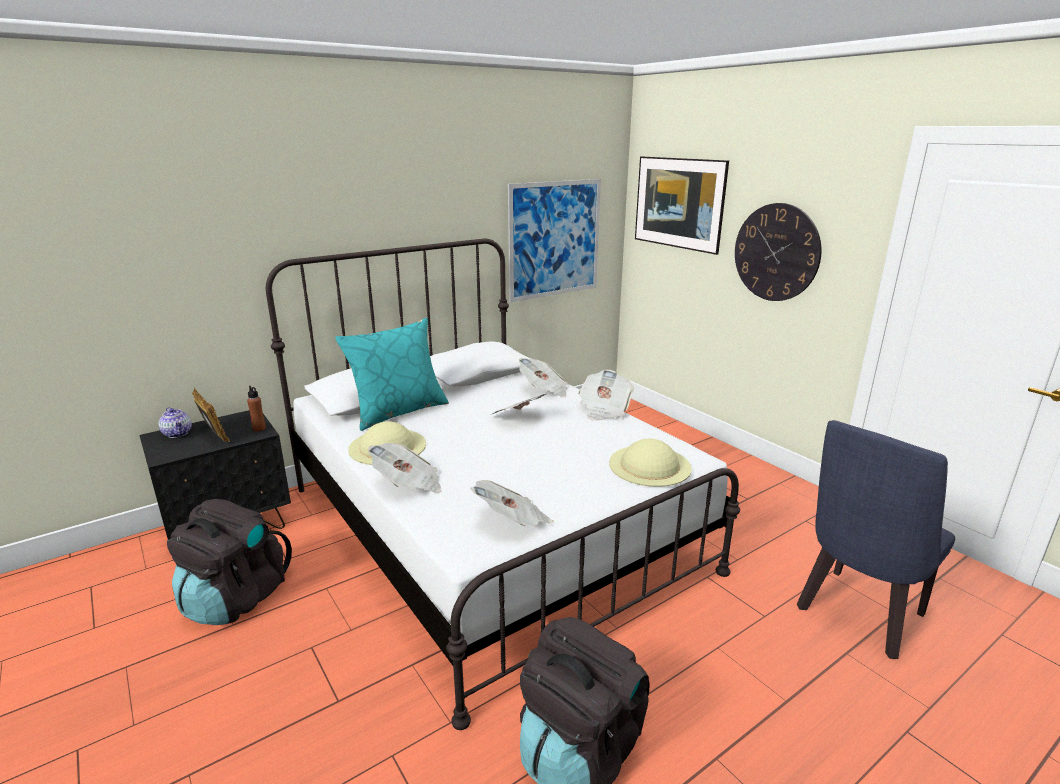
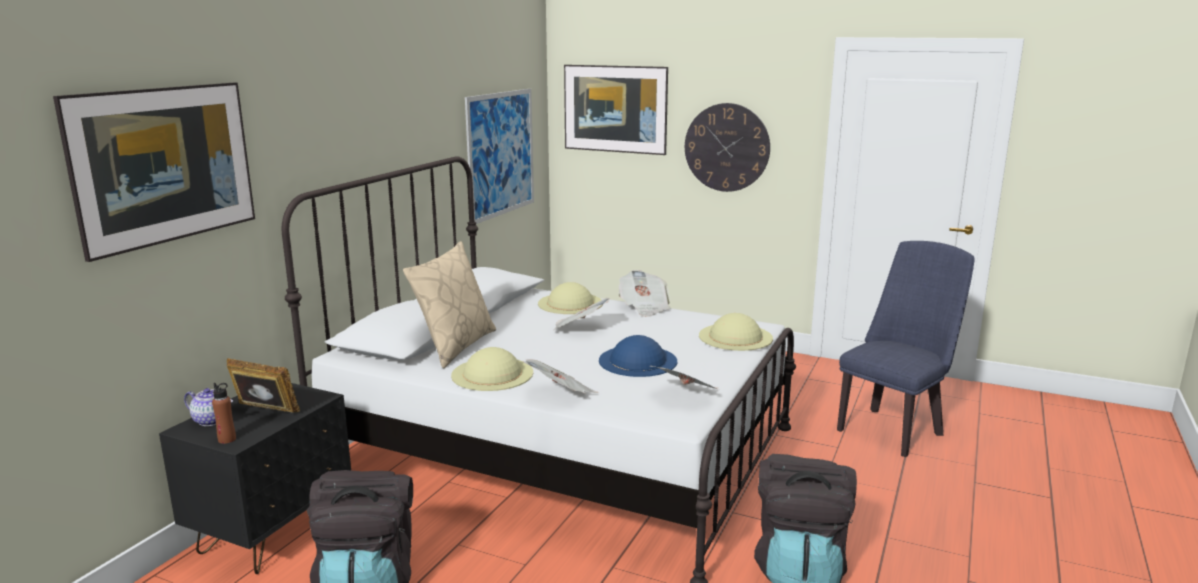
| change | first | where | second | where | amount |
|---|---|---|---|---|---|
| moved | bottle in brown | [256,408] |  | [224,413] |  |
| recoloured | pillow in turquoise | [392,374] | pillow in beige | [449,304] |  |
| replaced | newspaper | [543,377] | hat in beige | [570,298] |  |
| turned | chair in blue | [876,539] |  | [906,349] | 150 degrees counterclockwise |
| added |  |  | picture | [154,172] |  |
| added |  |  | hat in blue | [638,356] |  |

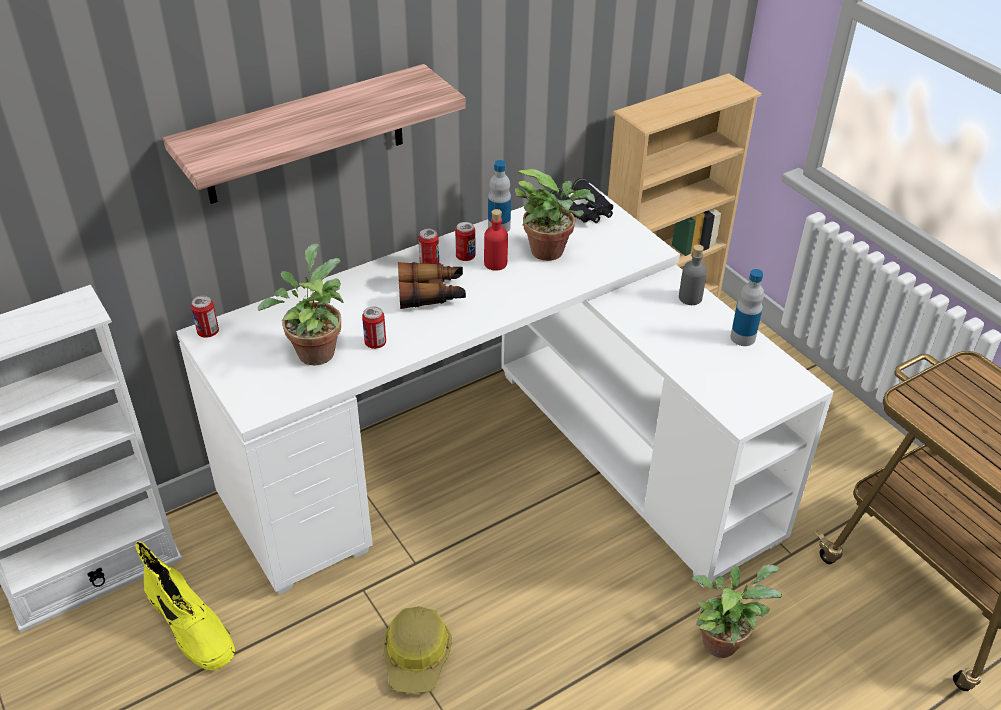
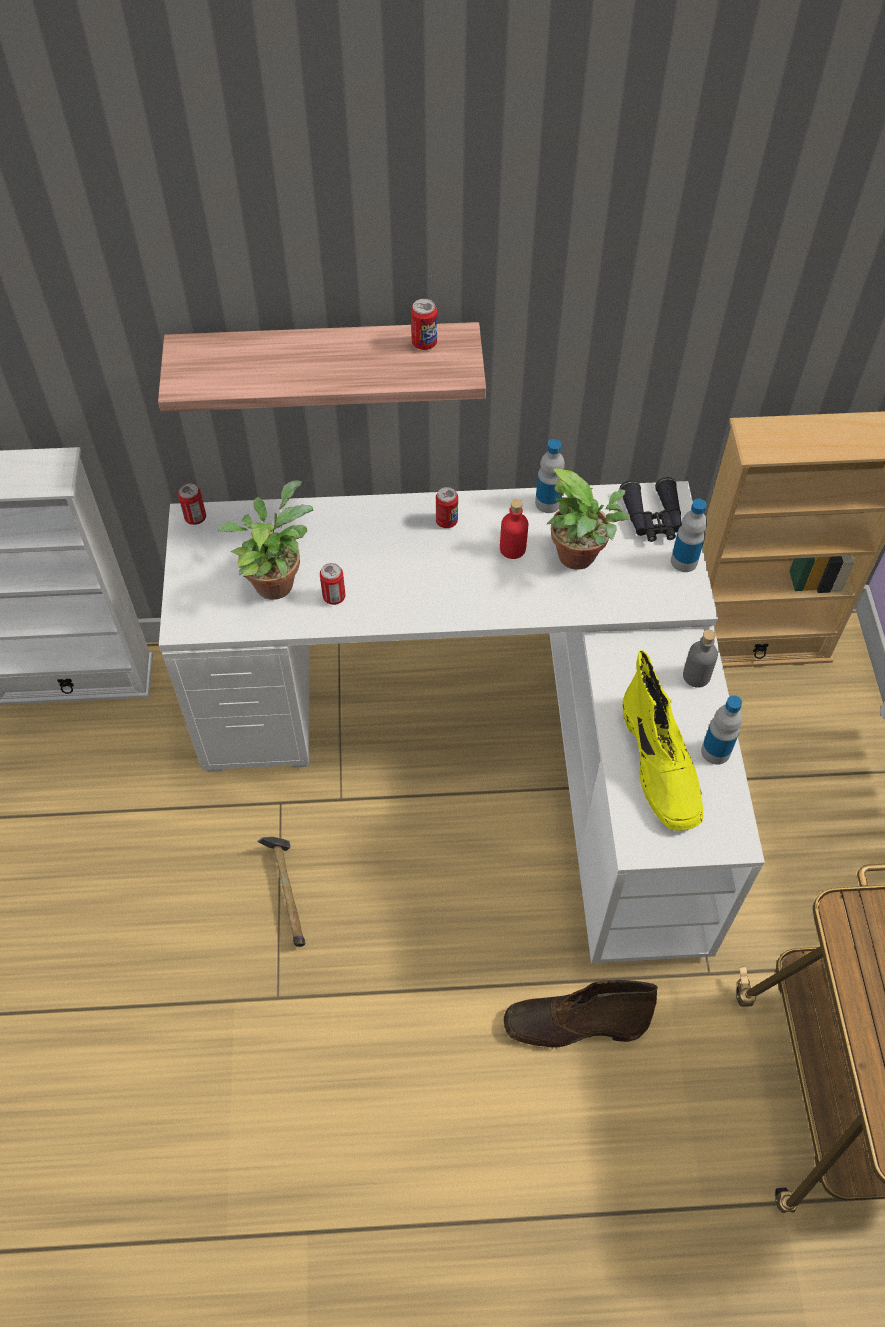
| change | first | where | second | where | amount |
|---|---|---|---|---|---|
| moved | boot in yellow | [185,606] |  | [663,740] |  |
| replaced | hard hat | [417,650] | hammer | [281,892] |  |
| removed | binoculars | [432,285] |  |  |  |
| moved | can | [465,241] |  | [424,324] |  |
| replaced | potted plant | [737,611] | boot in brown | [581,1014] |  |
| added |  |  | bottle | [689,535] |  |

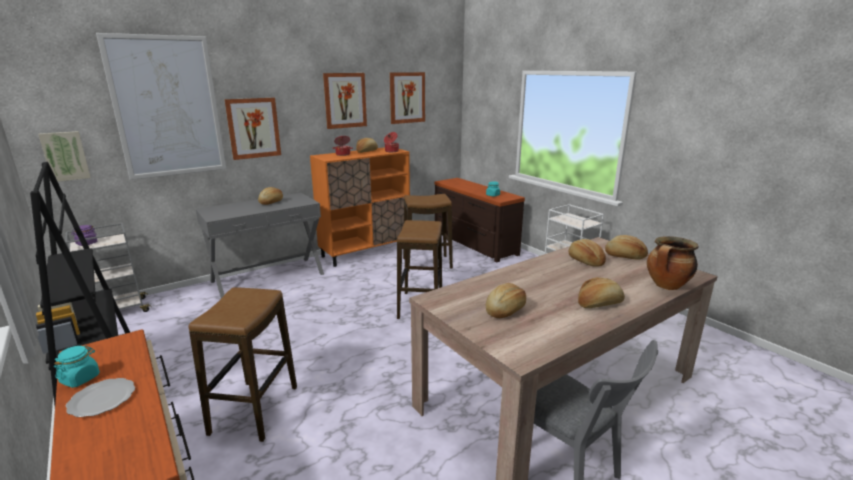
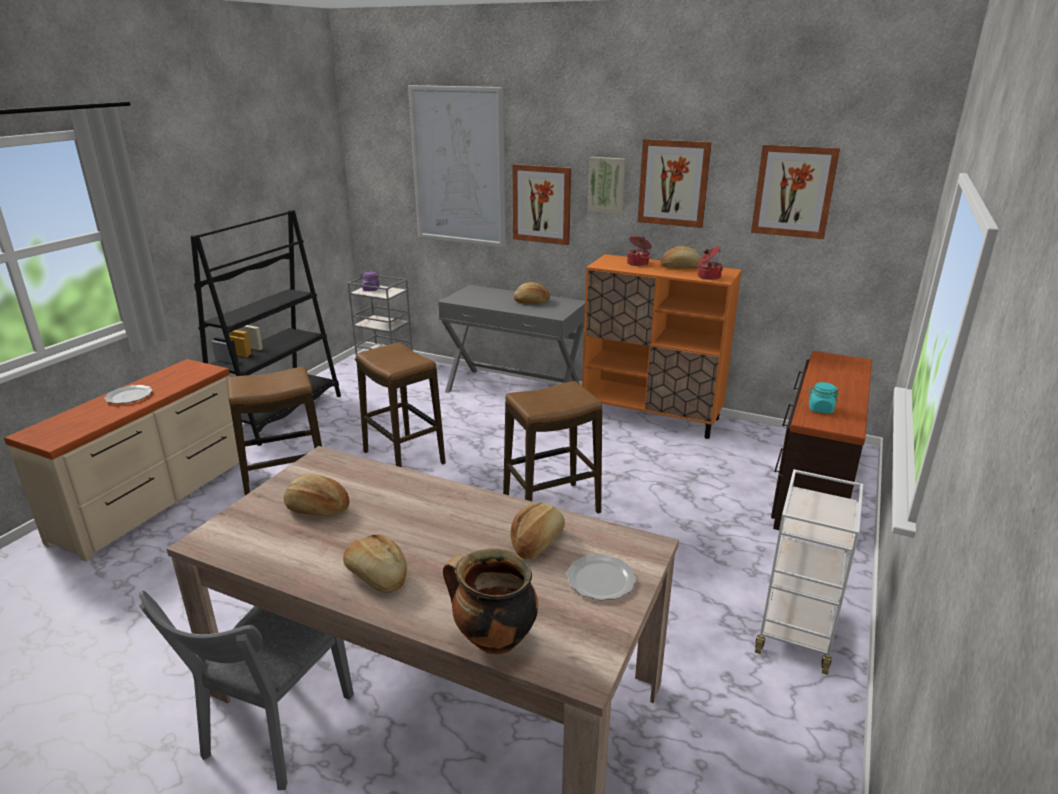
| change | first | where | second | where | amount |
|---|---|---|---|---|---|
| moved | picture | [64,156] |  | [607,185] |  |
| removed | jar in turquoise | [77,367] |  |  |  |
| moved | stool | [428,233] |  | [401,404] |  |
| replaced | bread | [626,247] | plate | [601,577] |  |

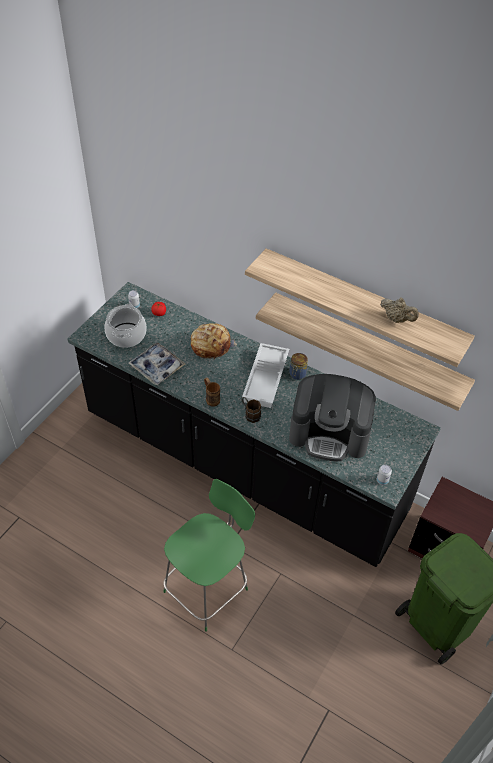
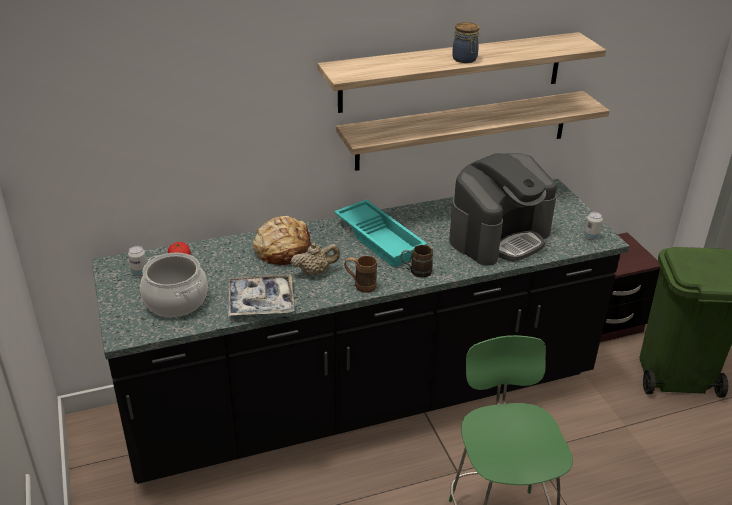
| change | first | where | second | where | amount |
|---|---|---|---|---|---|
| recoloured | tray in white | [265,375] | tray in turquoise | [380,233] |  |
| moved | jar | [298,366] |  | [465,42] |  |
| moved | teapot in beige | [399,310] |  | [315,259] |  |

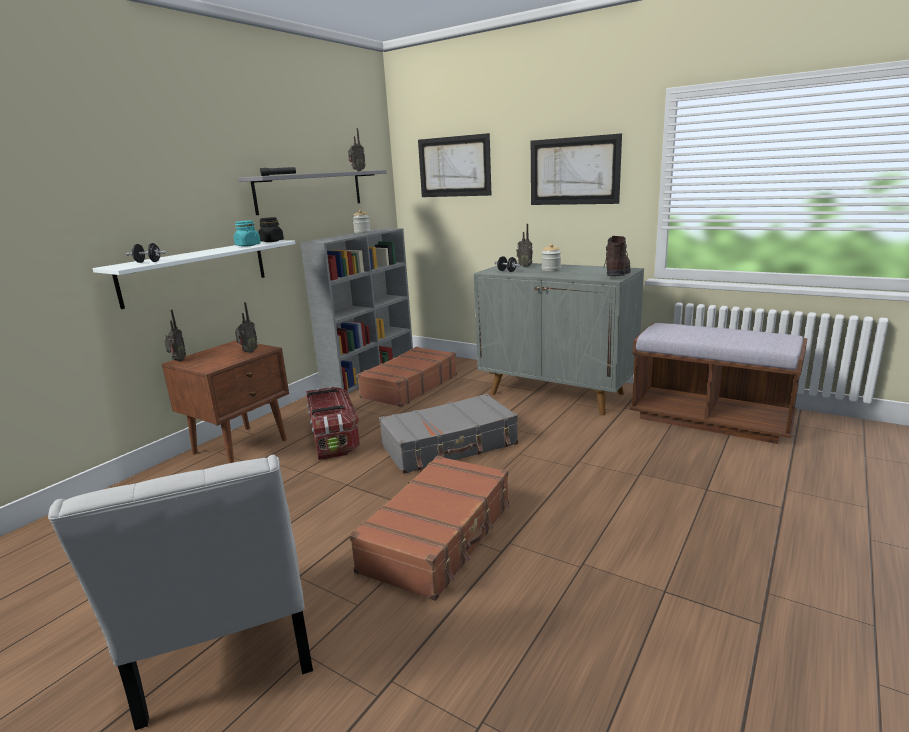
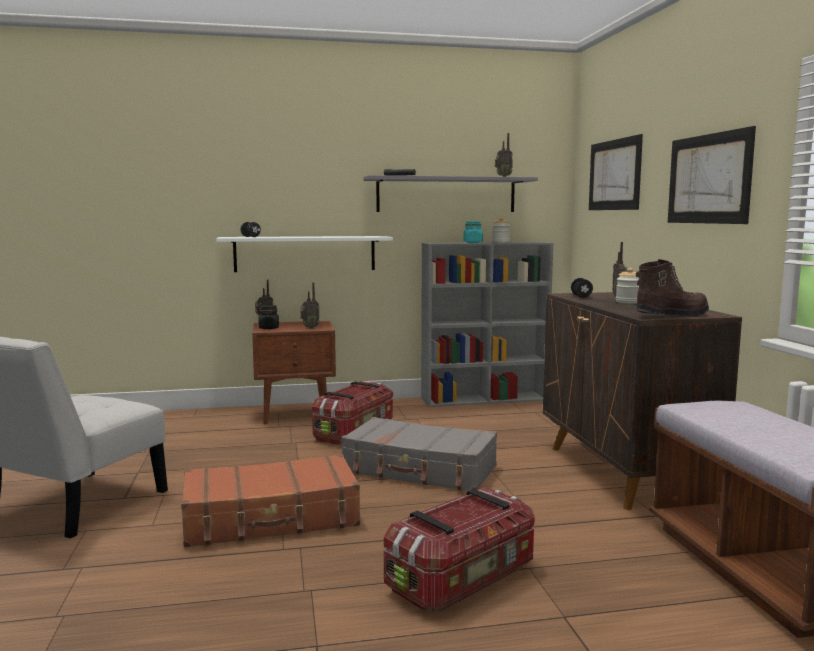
| change | first | where | second | where | amount |
|---|---|---|---|---|---|
| moved | jar in turquoise | [247,233] |  | [473,232] |  |
| moved | jar in black | [271,229] |  | [269,317] |  |
| removed | suitcase in brown | [407,377] |  |  |  |
| recoloured | cabinet in grey | [559,338] | cabinet in brown | [642,401] |  |
| added |  |  | storage box | [459,549] |  |

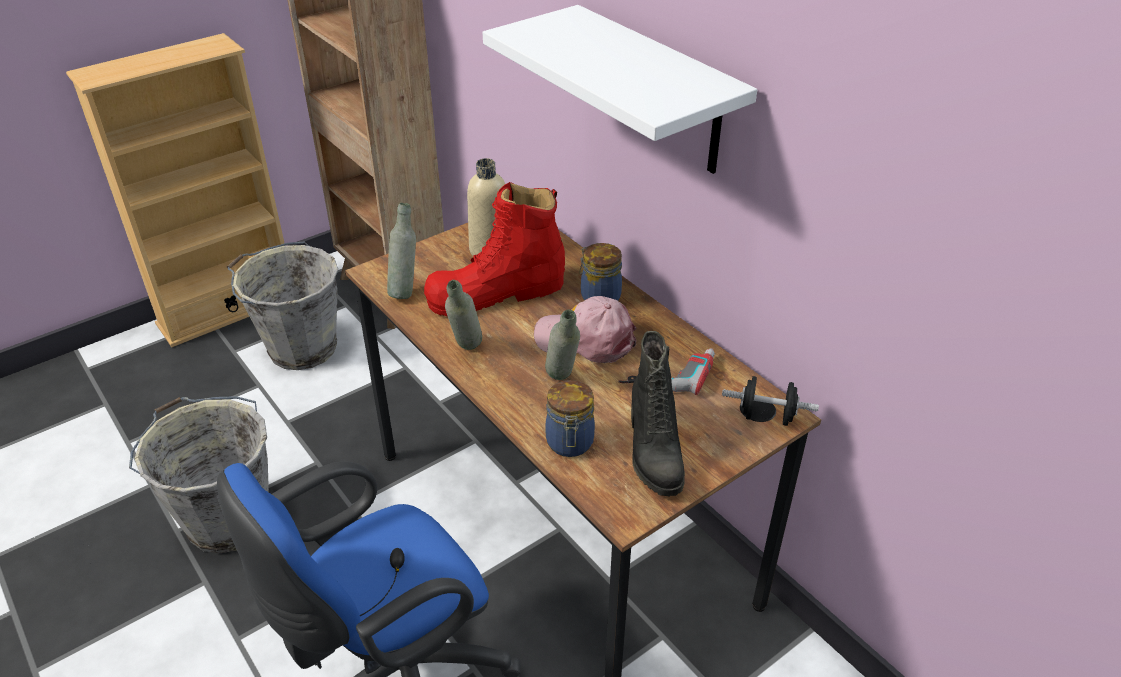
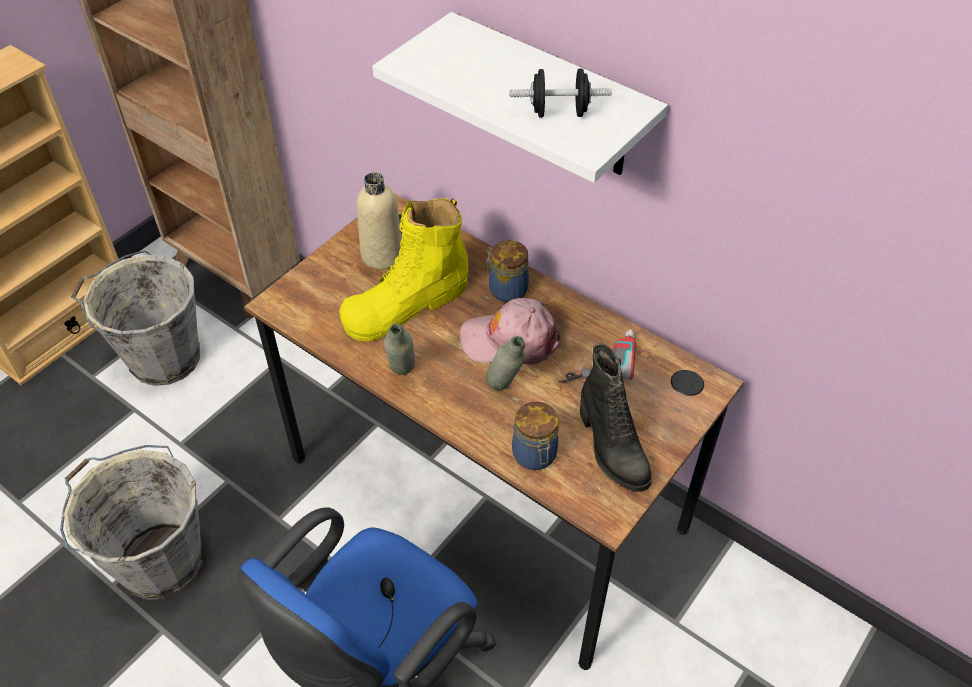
| change | first | where | second | where | amount |
|---|---|---|---|---|---|
| removed | bottle in grey | [401,251] |  |  |  |
| recoloured | boot in red | [494,249] | boot in yellow | [404,270] |  |
| moved | dumbbell in black | [770,401] |  | [560,93] |  |

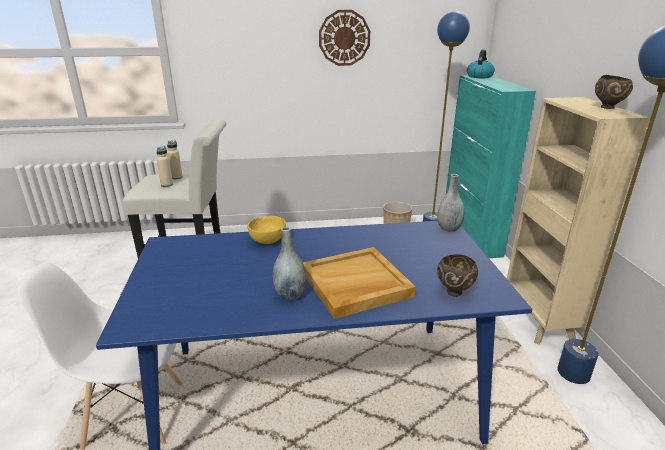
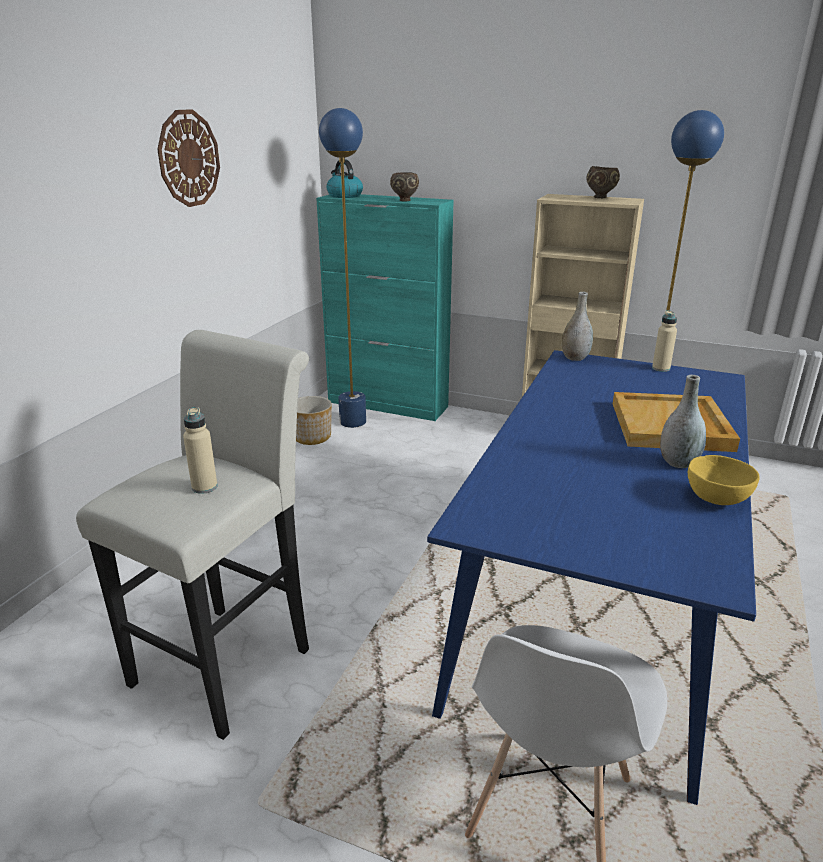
| change | first | where | second | where | amount |
|---|---|---|---|---|---|
| moved | bottle in beige | [175,159] |  | [664,341] |  |
| moved | bowl in yellow | [266,230] |  | [724,480] |  |
| moved | bowl in brown | [457,275] |  | [404,186] |  |

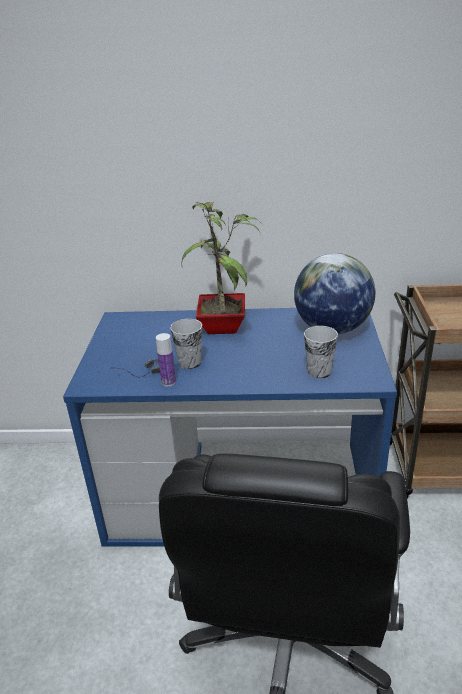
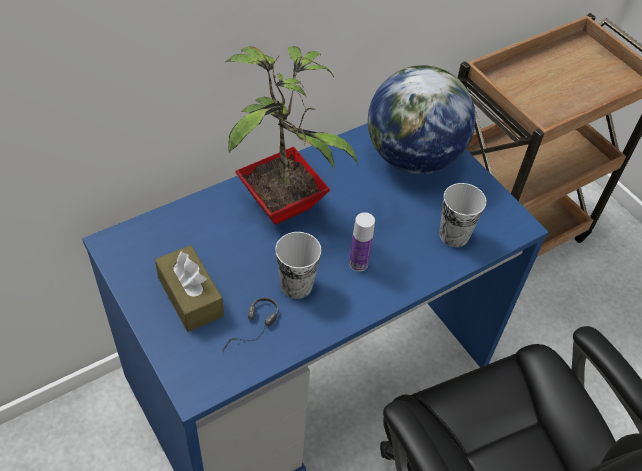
| change | first | where | second | where | amount |
|---|---|---|---|---|---|
| moved | bottle | [166,359] |  | [362,242] |  |
| added |  |  | tissue box in brown | [189,288] |  |

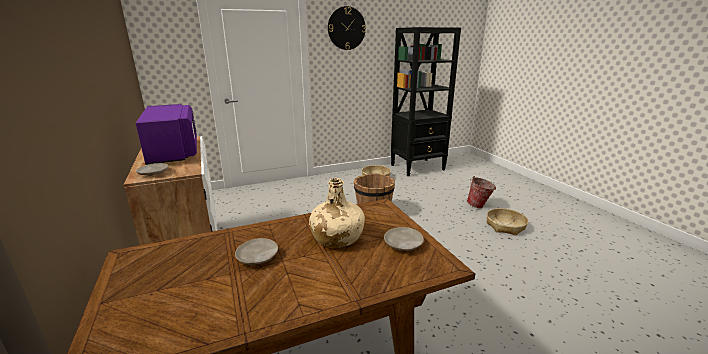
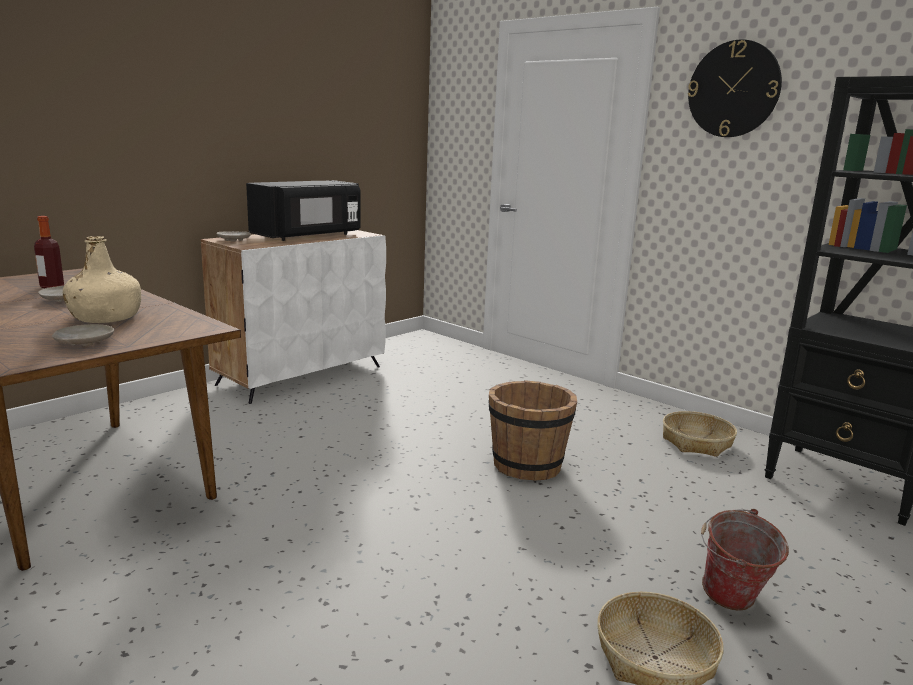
| change | first | where | second | where | amount |
|---|---|---|---|---|---|
| recoloured | microwave in purple | [166,134] | microwave in black | [303,210] |  |
| added |  |  | bottle | [49,252] |  |

